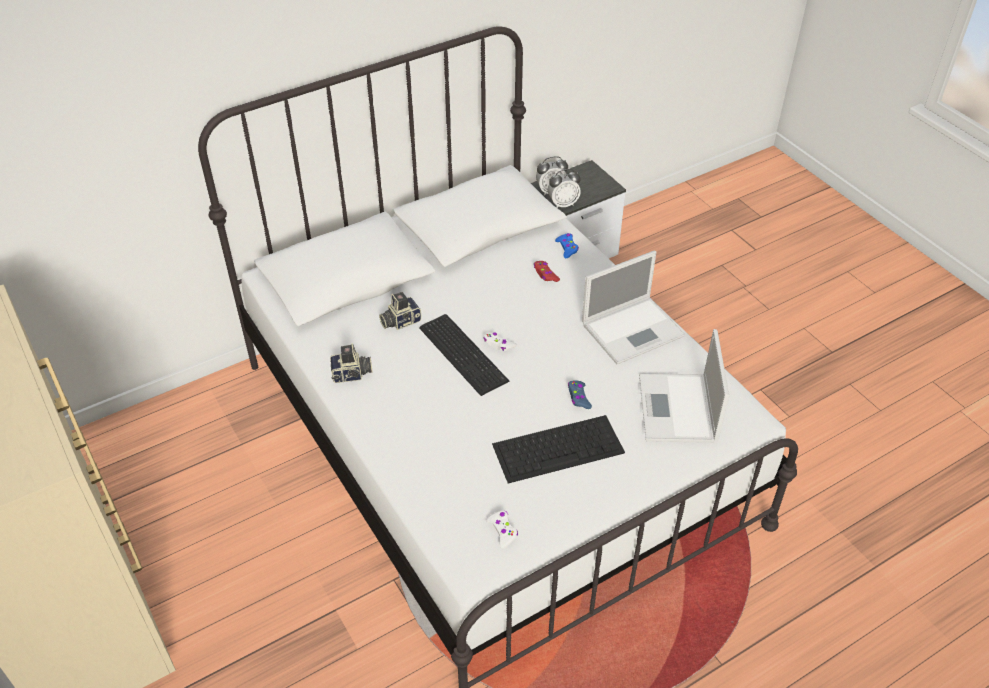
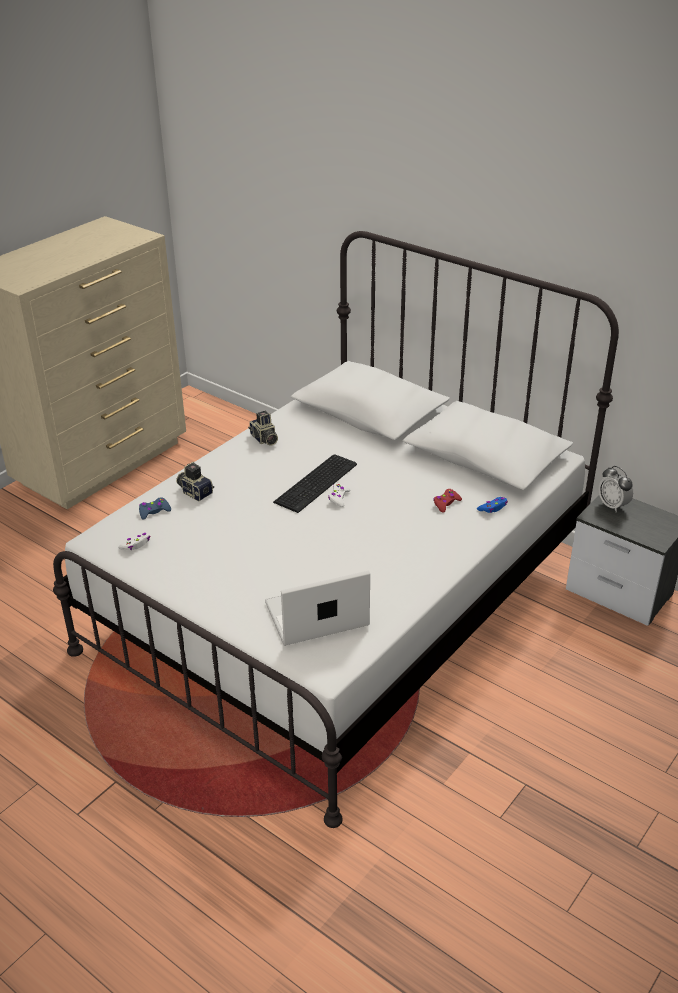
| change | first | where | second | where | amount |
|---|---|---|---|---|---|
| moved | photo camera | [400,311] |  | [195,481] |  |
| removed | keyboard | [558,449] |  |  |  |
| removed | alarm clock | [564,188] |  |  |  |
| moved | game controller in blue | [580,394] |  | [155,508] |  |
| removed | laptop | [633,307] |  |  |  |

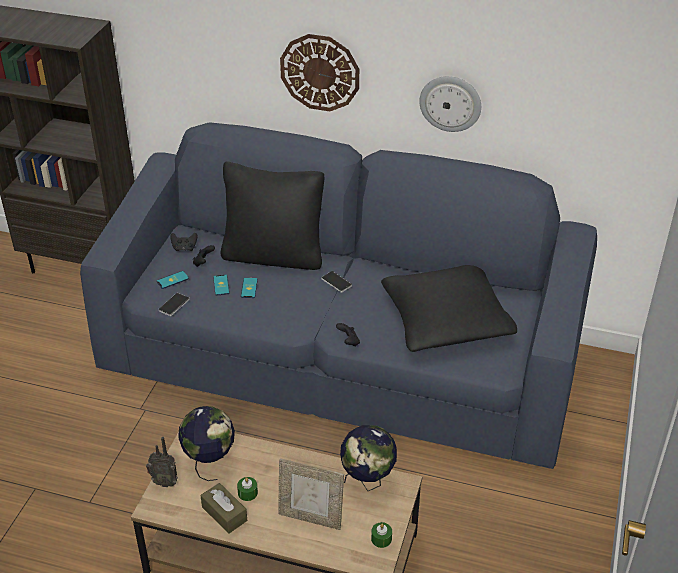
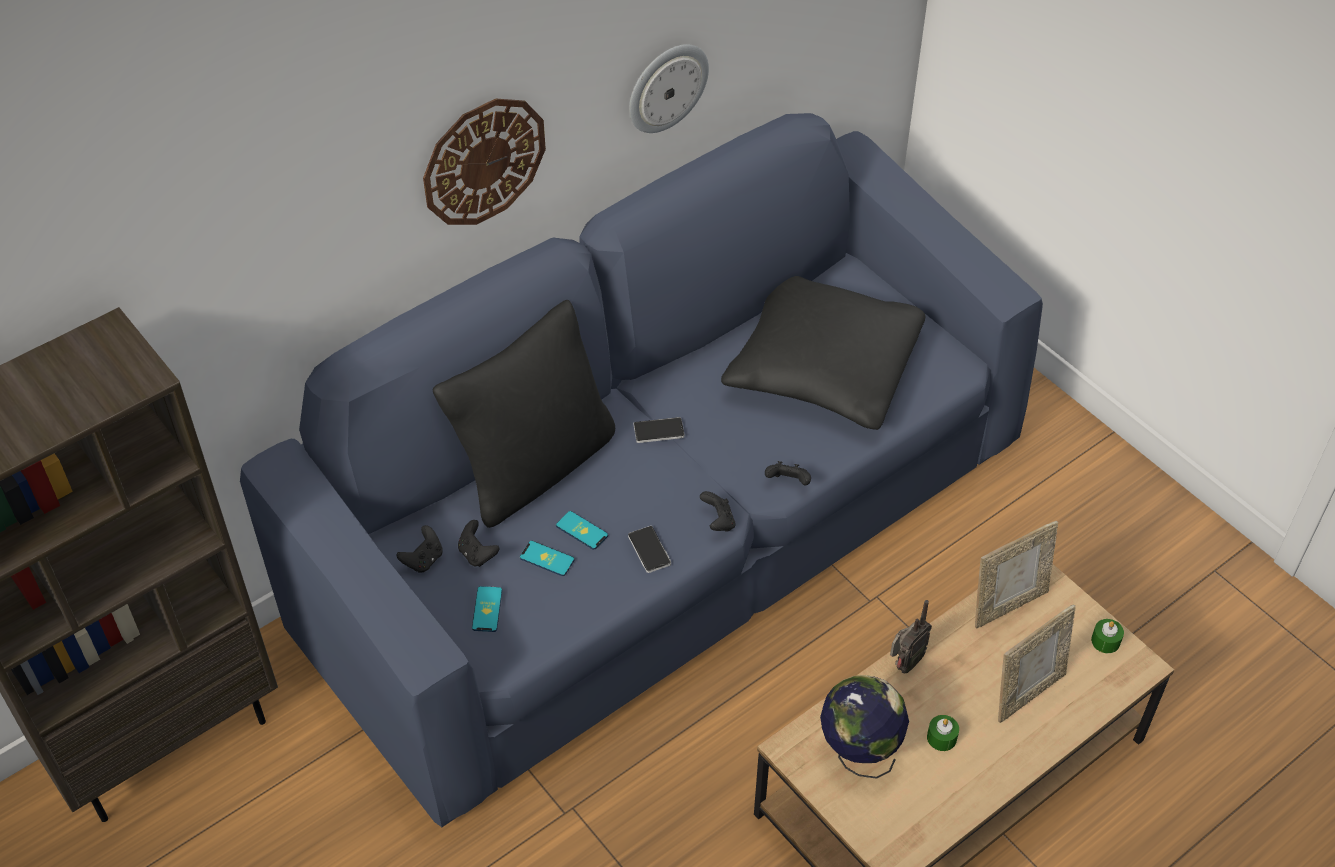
| change | first | where | second | where | amount |
|---|---|---|---|---|---|
| moved | radio | [162,462] |  | [911,636] |  |
| moved | phone | [174,304] |  | [649,549] |  |
| removed | tissue box in brown | [223,508] |  |  |  |
| replaced | globe | [368,458] | picture frame | [1016,575] |  |
| added |  |  | game controller in black | [717,511] |  |

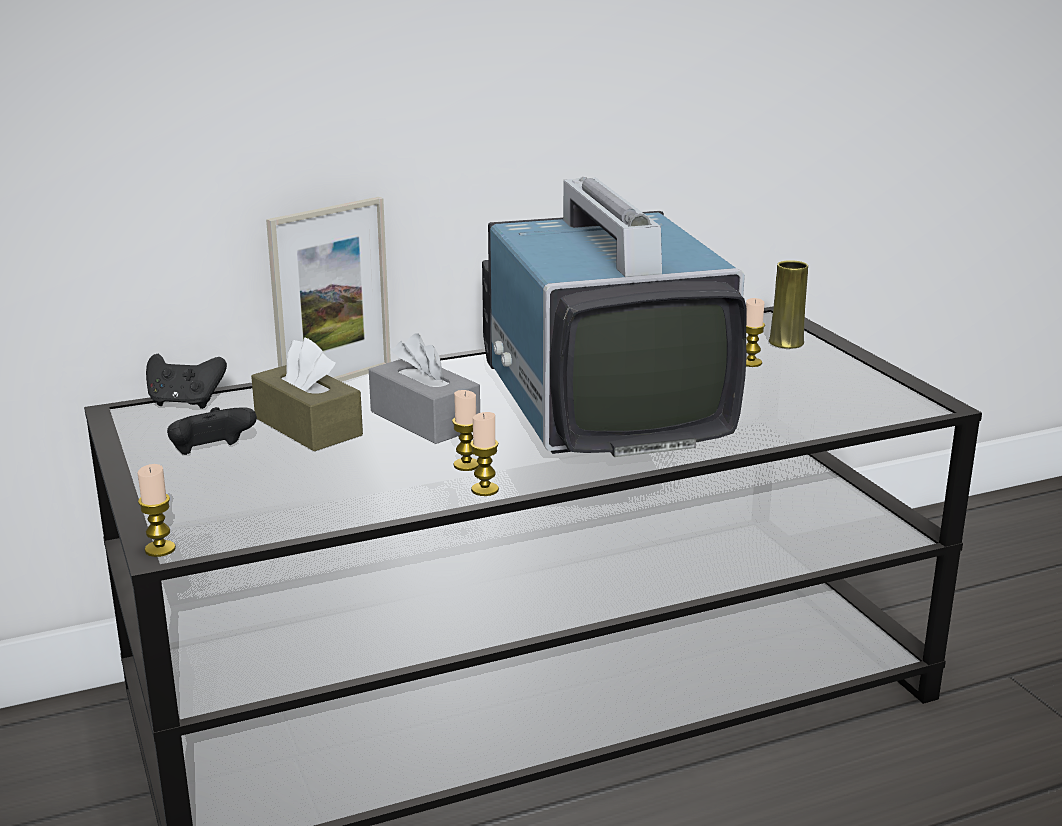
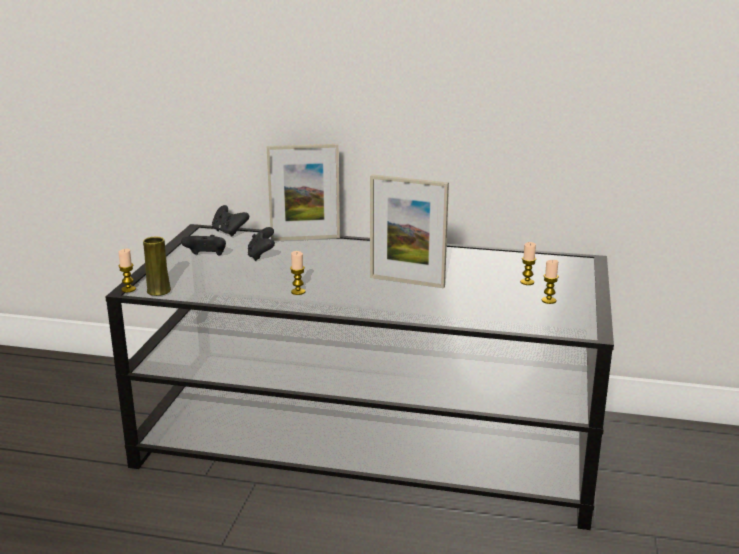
| change | first | where | second | where | amount |
|---|---|---|---|---|---|
| replaced | tissue box in brown | [307,394] | game controller in black | [261,244] |  |
| removed | tissue box in grey | [424,388] |  |  |  |
| moved | candle | [484,454] |  | [550,282] |  |
| replaced | television | [614,317] | picture frame | [409,231] |  |
| moved | vase in yellow | [788,304] |  | [157,266] |  |

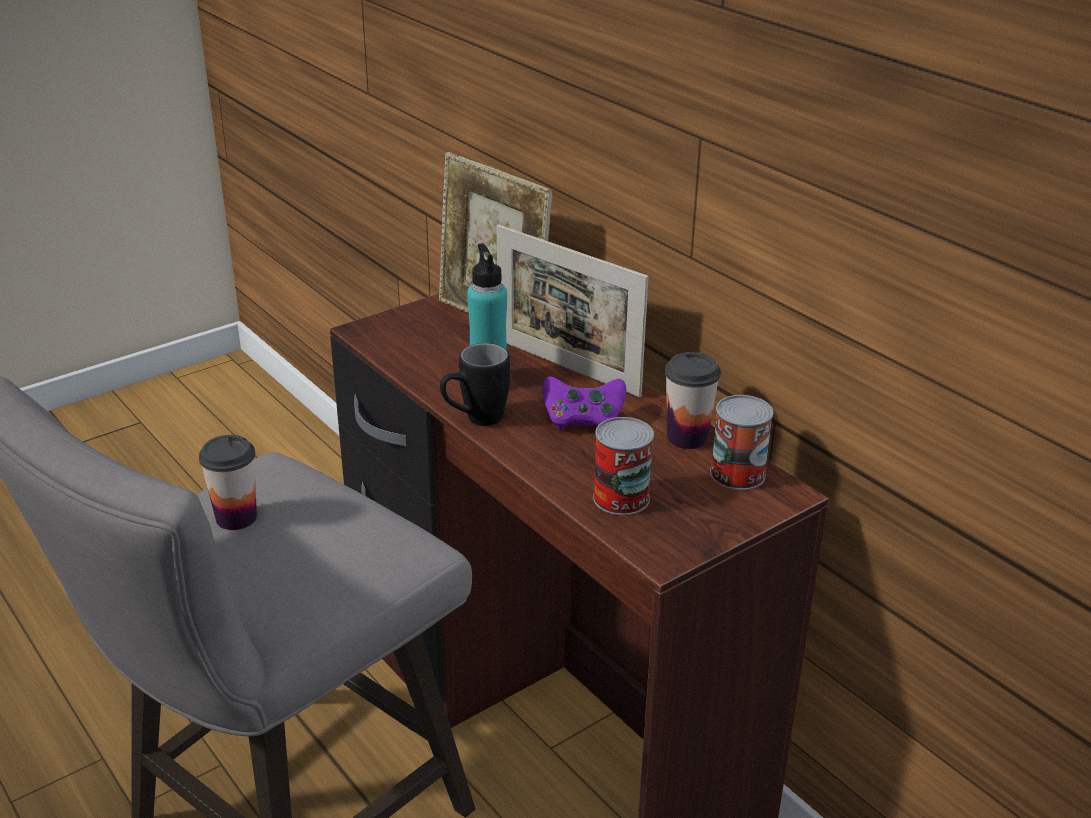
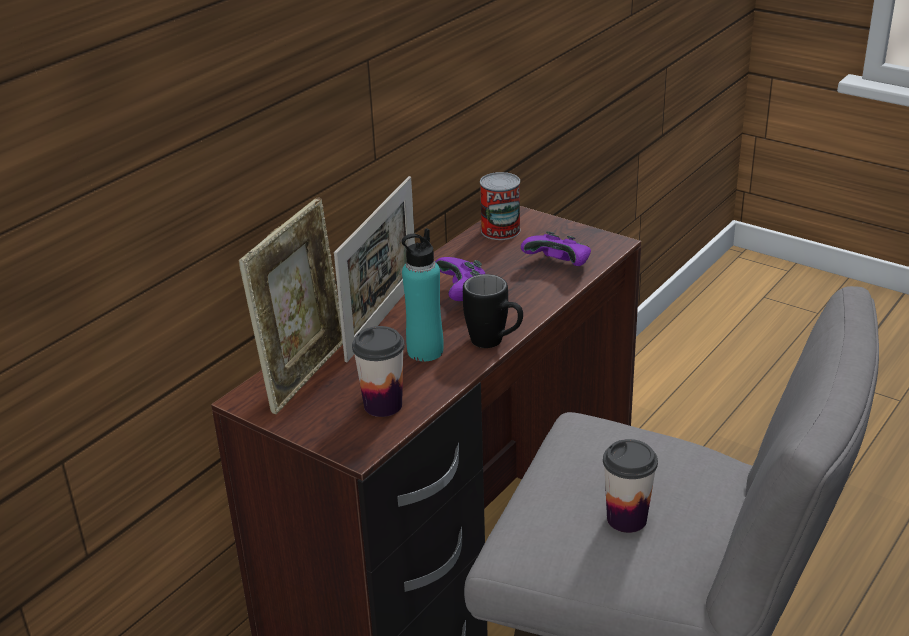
| change | first | where | second | where | amount |
|---|---|---|---|---|---|
| replaced | can | [623,466] | game controller in purple | [556,248] |  |
| moved | cup | [693,400] |  | [378,371] |  |

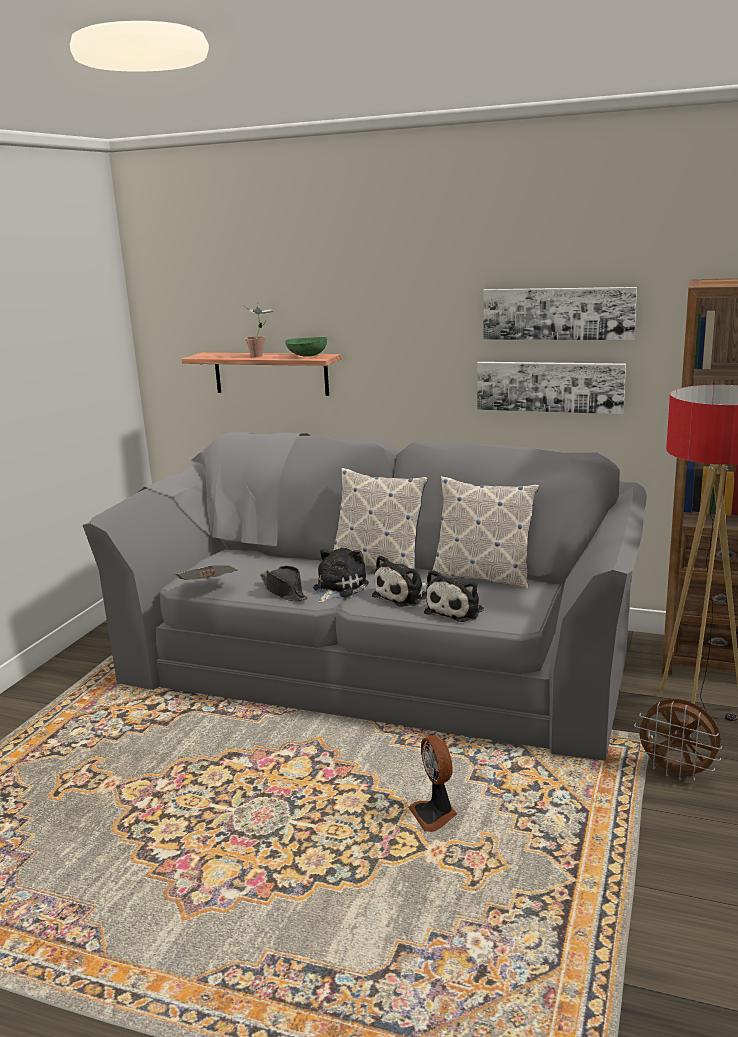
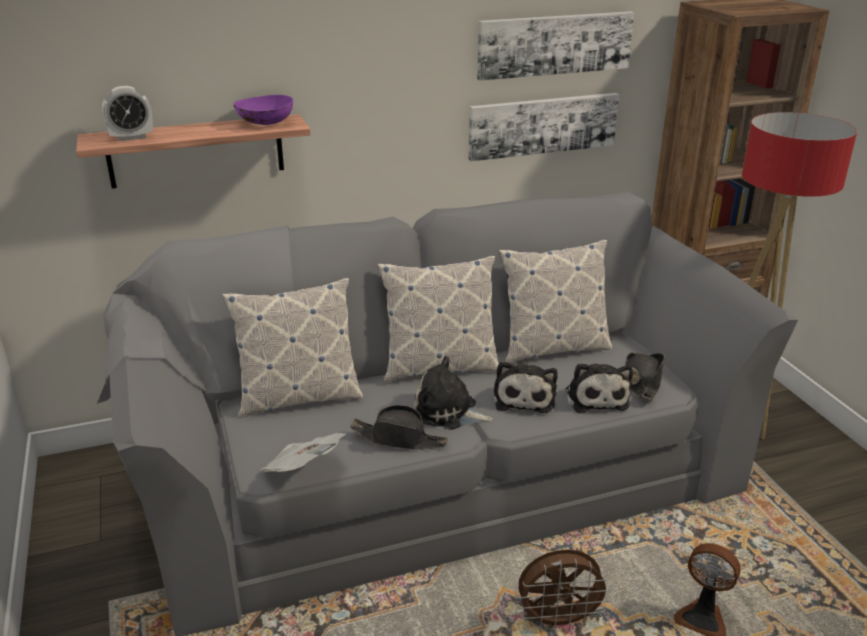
| change | first | where | second | where | amount |
|---|---|---|---|---|---|
| removed | potted plant | [259,329] |  |  |  |
| recoloured | bowl in green | [306,347] | bowl in purple | [263,110] |  |
| turned | plush toy | [341,575] |  | [453,393] | 60 degrees counterclockwise |
| moved | fan in brown | [677,740] |  | [564,591] |  |
| added |  |  | alarm clock | [127,113] |  |
| added |  |  | pillow | [292,348] |  |
| added |  |  | hat in black | [645,376] |  |

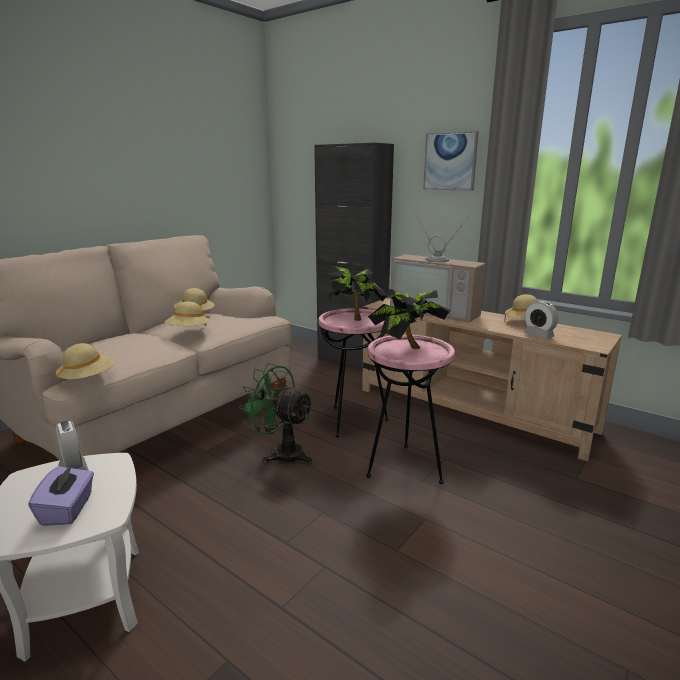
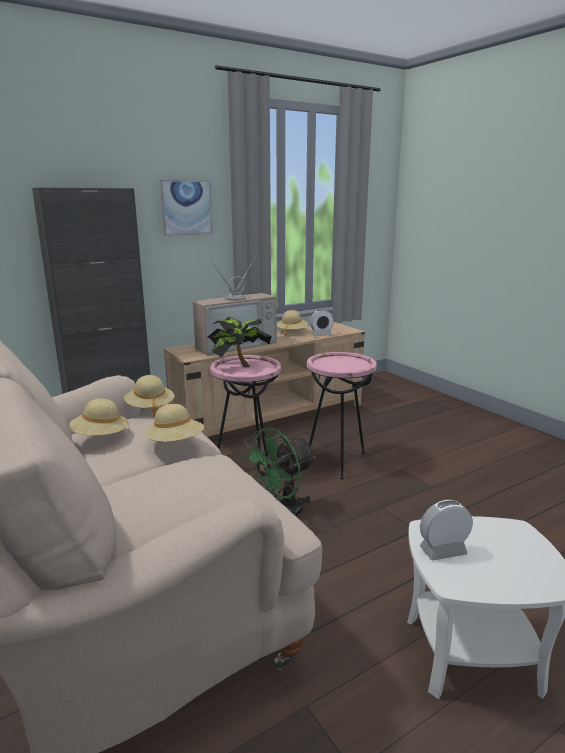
| change | first | where | second | where | amount |
|---|---|---|---|---|---|
| removed | tissue box in purple | [61,494] |  |  |  |
| moved | hat in beige | [85,364] |  | [149,396] |  |
| removed | potted plant | [409,319] |  |  |  |

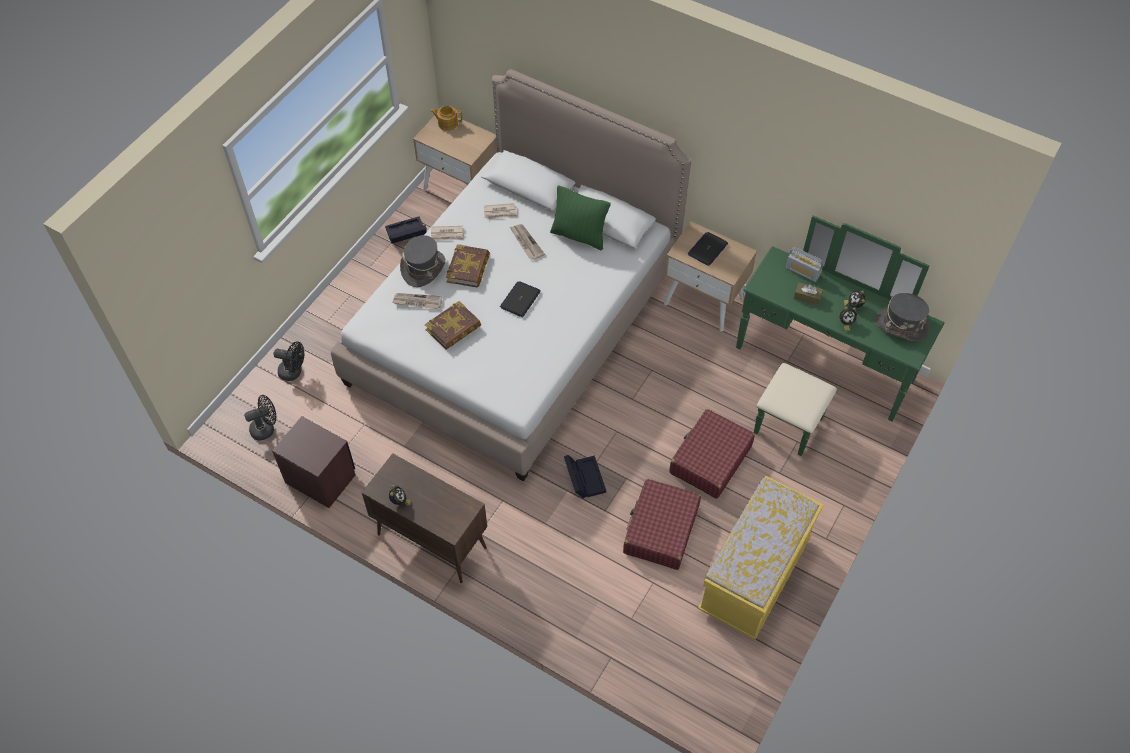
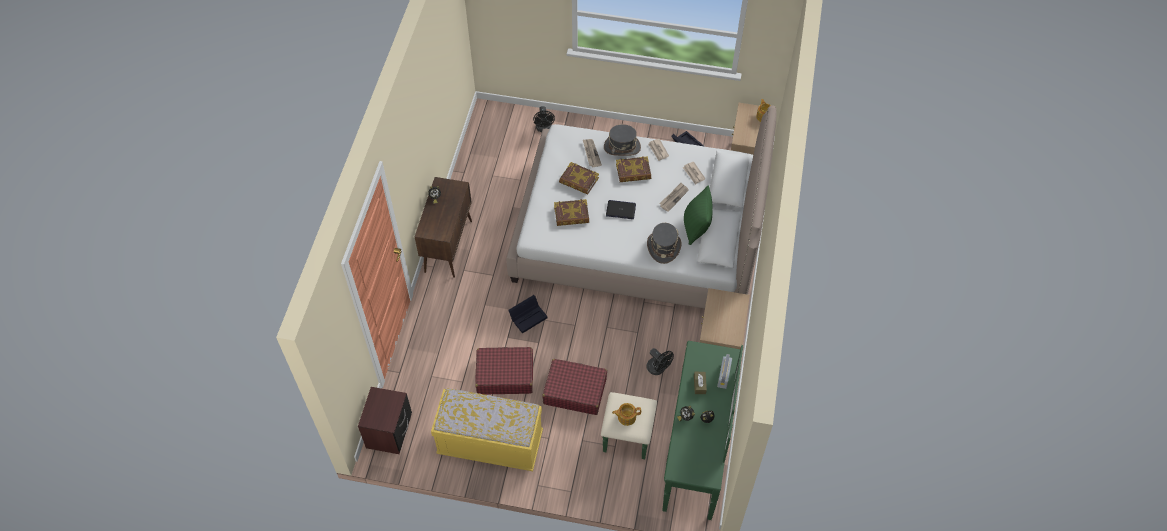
| change | first | where | second | where | amount |
|---|---|---|---|---|---|
| moved | fan in black | [260,418] |  | [660,361] |  |
| moved | nightstand in brown | [313,462] |  | [385,420] |  |
| removed | laptop | [707,249] |  |  |  |
| moved | hat in grey | [902,317] |  | [664,243] |  |
| added |  |  | book | [571,212] |  |
| added |  |  | teapot | [626,414] |  |

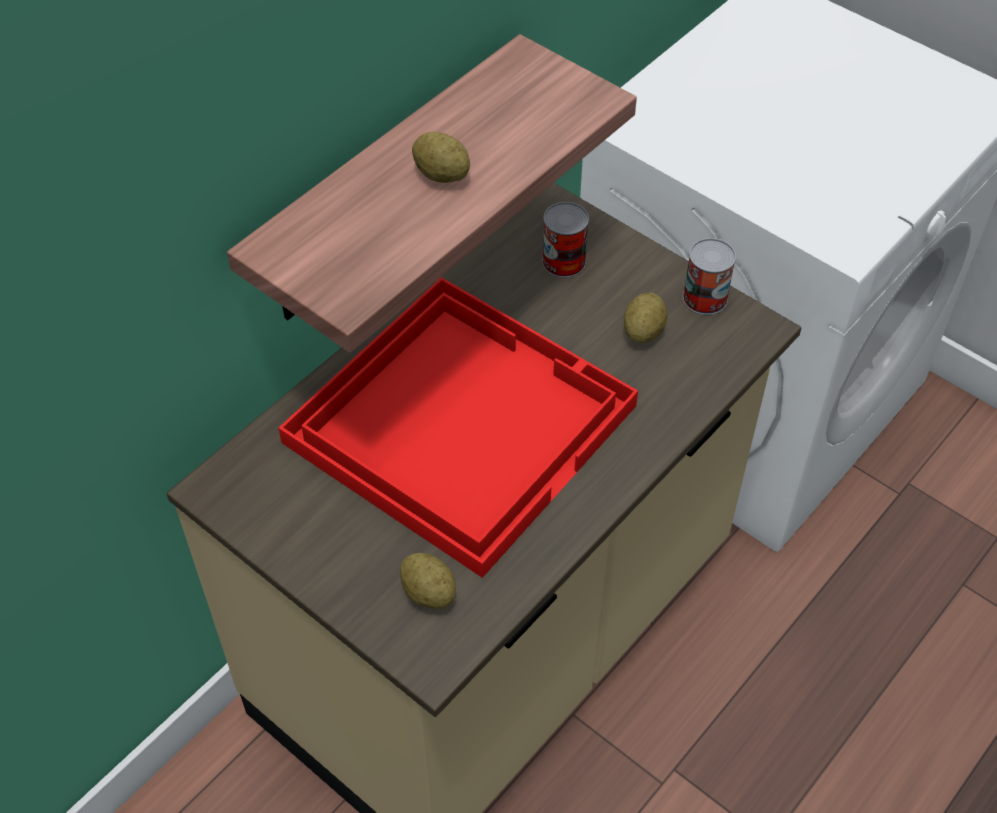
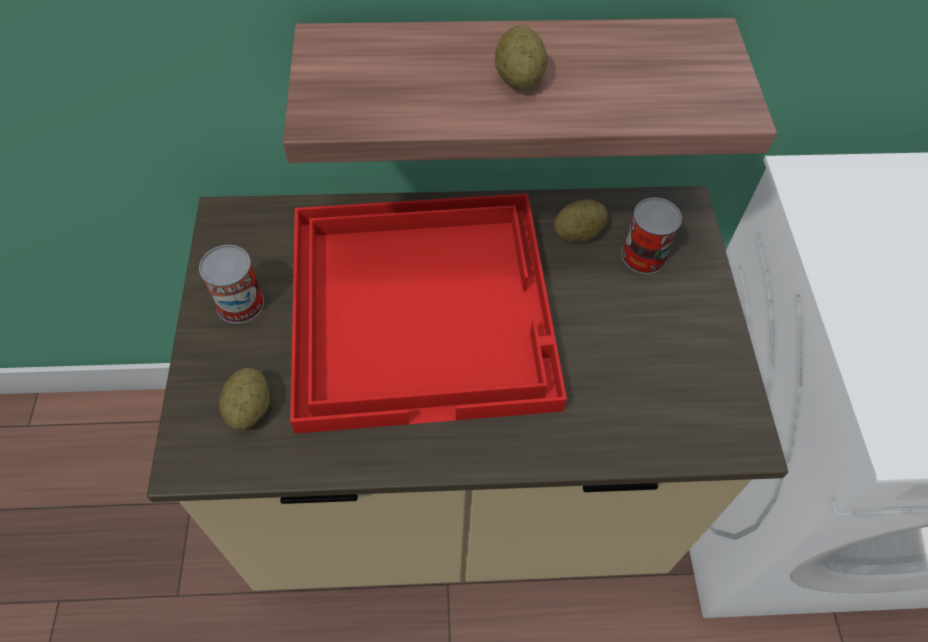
| change | first | where | second | where | amount |
|---|---|---|---|---|---|
| moved | potato | [645,318] |  | [581,220] |  |
| moved | can | [709,276] |  | [231,284] |  |

